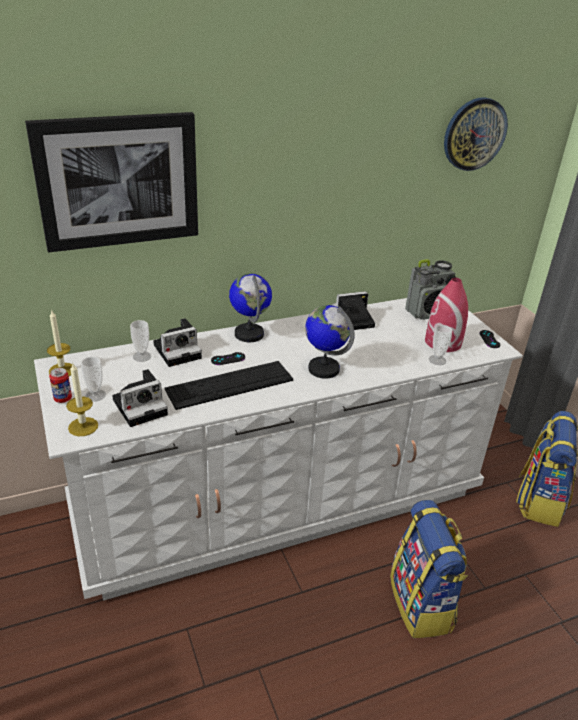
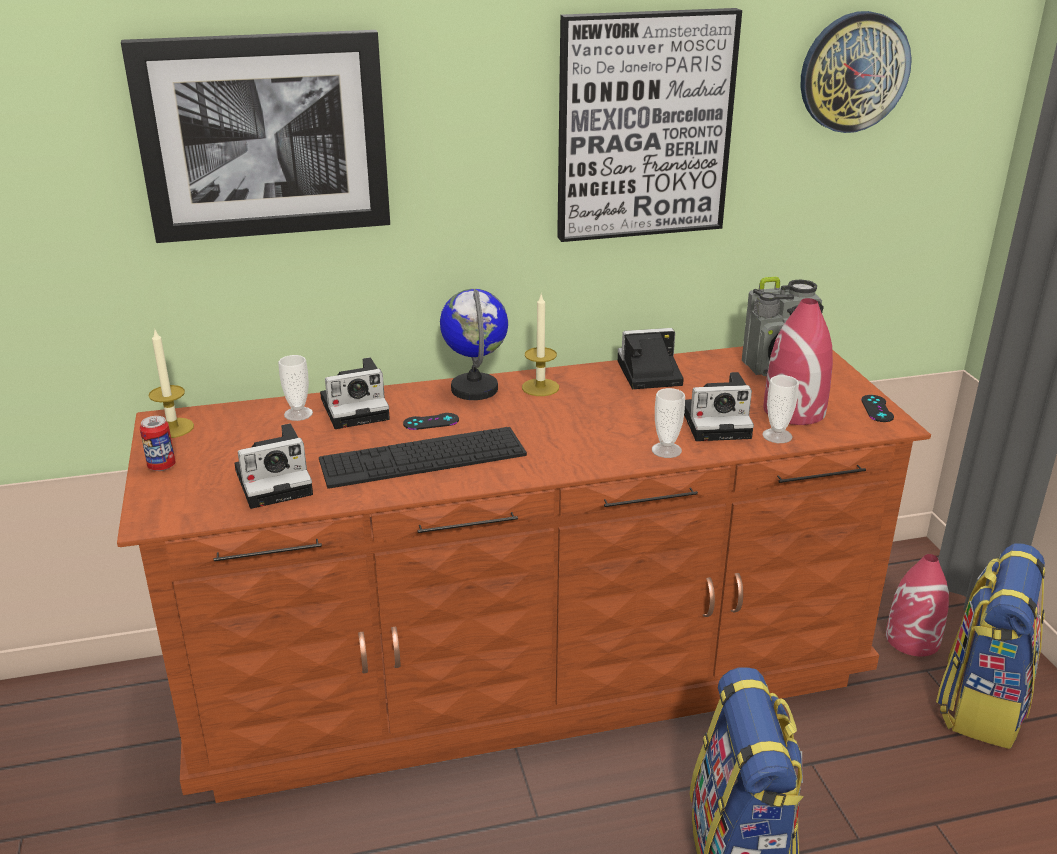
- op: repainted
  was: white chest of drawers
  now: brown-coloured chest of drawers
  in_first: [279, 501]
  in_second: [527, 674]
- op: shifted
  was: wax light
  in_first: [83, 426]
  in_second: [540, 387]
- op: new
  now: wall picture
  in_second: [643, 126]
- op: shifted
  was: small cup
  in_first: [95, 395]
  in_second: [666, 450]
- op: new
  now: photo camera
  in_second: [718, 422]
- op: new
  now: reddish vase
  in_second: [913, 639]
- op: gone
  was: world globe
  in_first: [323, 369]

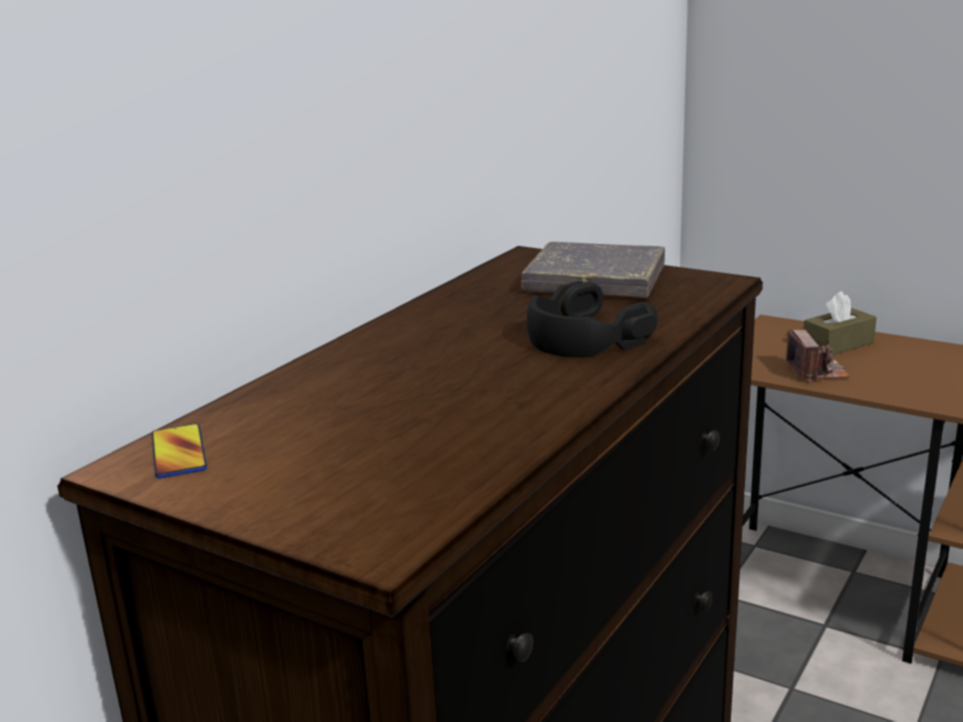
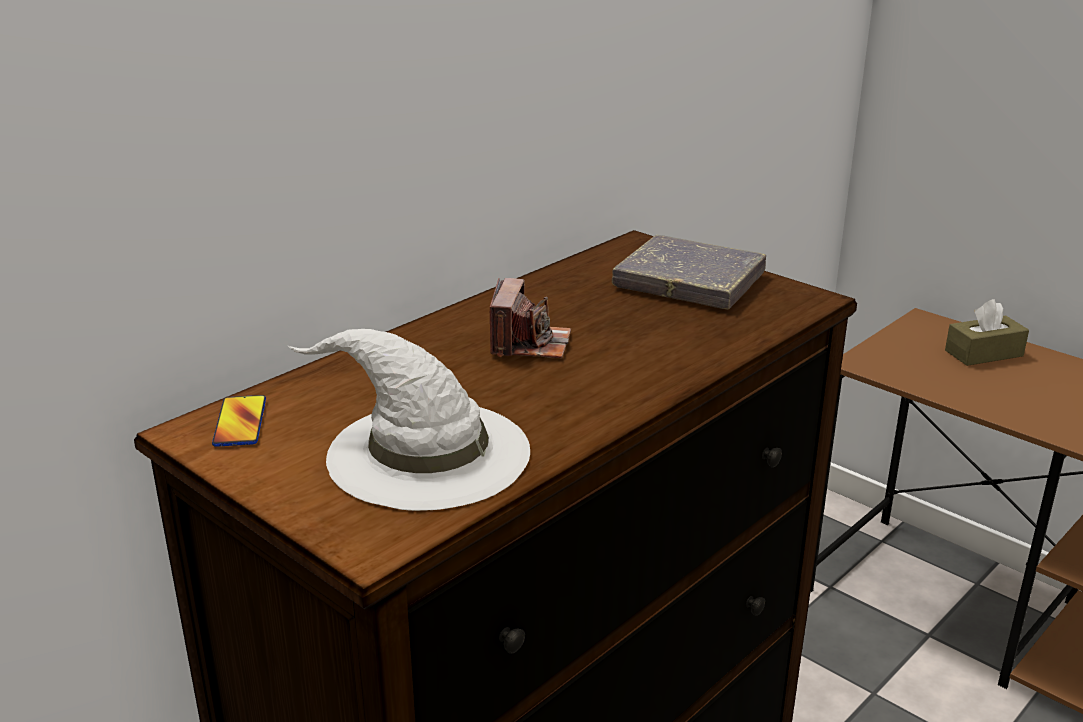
- op: new
  now: white clothing hat
  in_second: [425, 453]
- op: shifted
  was: photo camera
  in_first: [816, 372]
  in_second: [529, 344]
- op: gone
  was: black headset
  in_first: [584, 337]

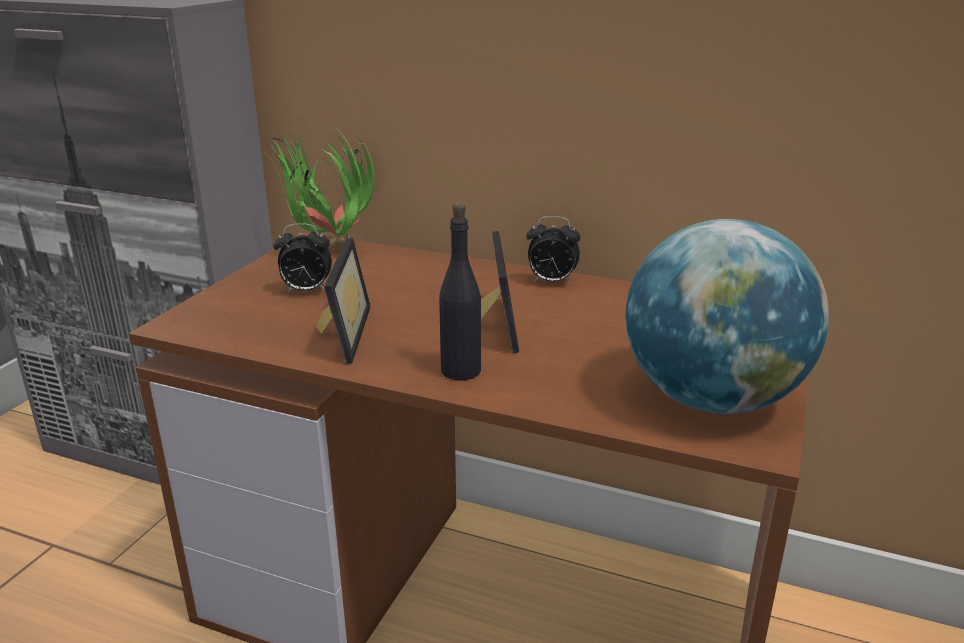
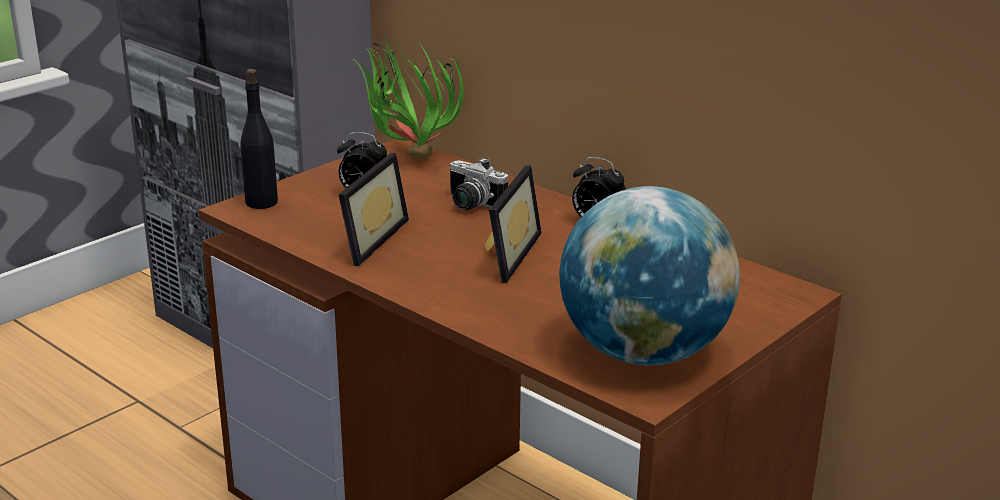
- op: shifted
  was: black bottle
  in_first: [460, 370]
  in_second: [261, 202]
- op: new
  now: photo camera
  in_second: [470, 205]

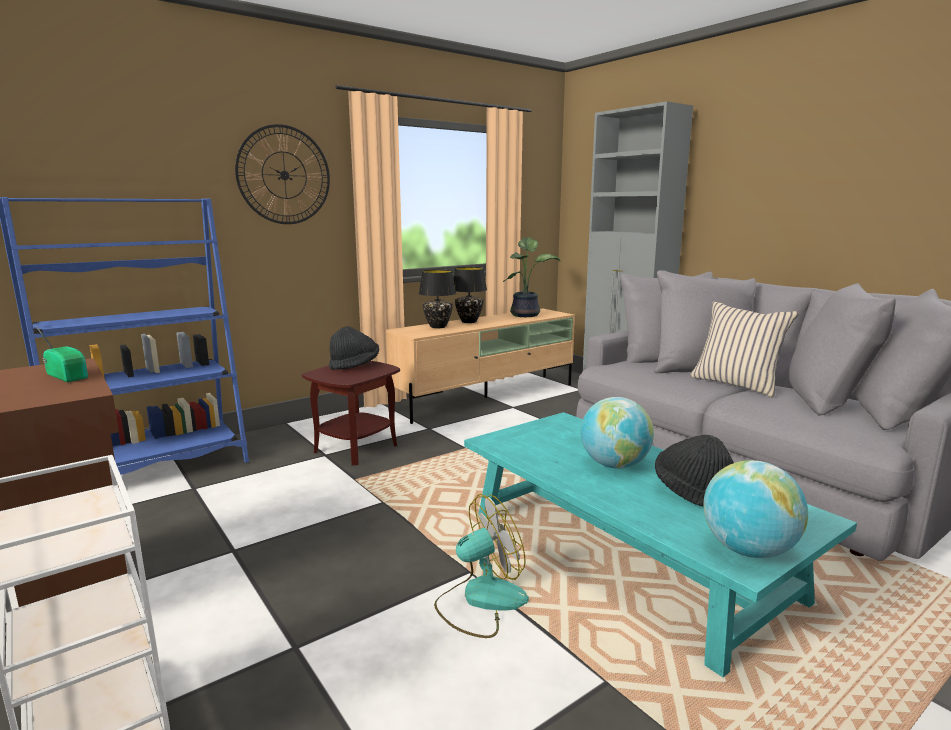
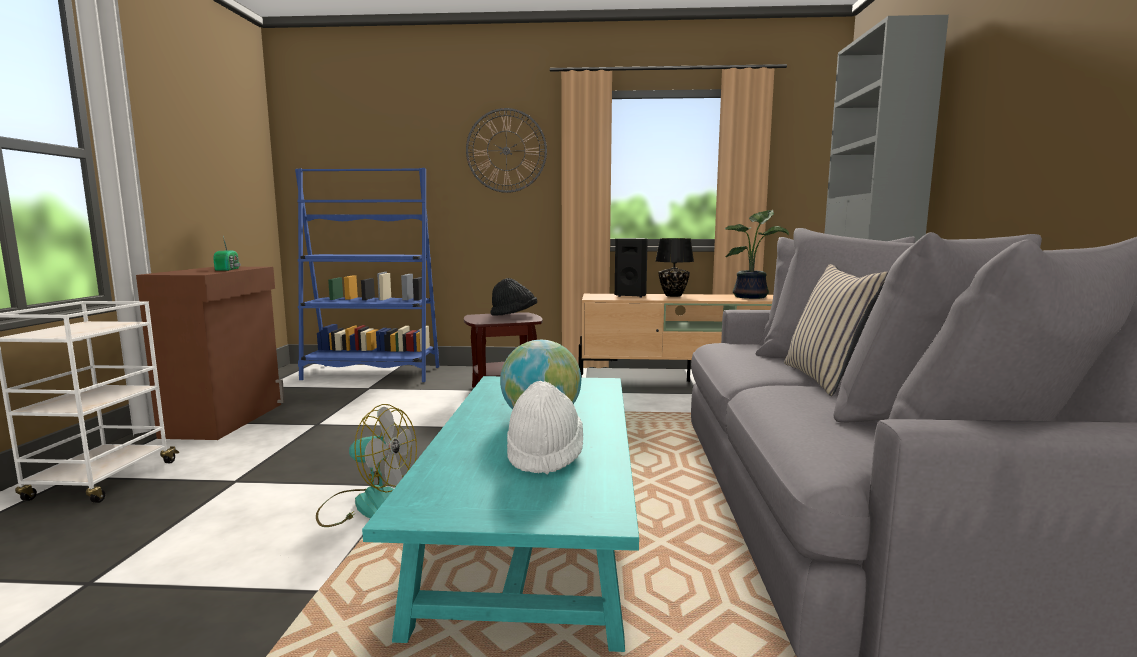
- op: repainted
  was: black clothing hat
  now: white clothing hat
  in_first: [693, 492]
  in_second: [544, 455]
- op: swapped
  was: black tabletop lamp
  now: black speaker
  in_first: [438, 326]
  in_second: [631, 296]
- op: gone
  was: world globe
  in_first: [748, 550]

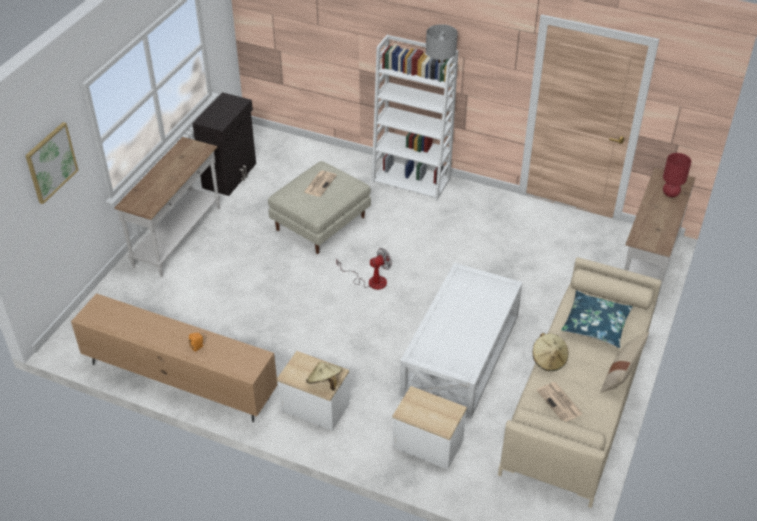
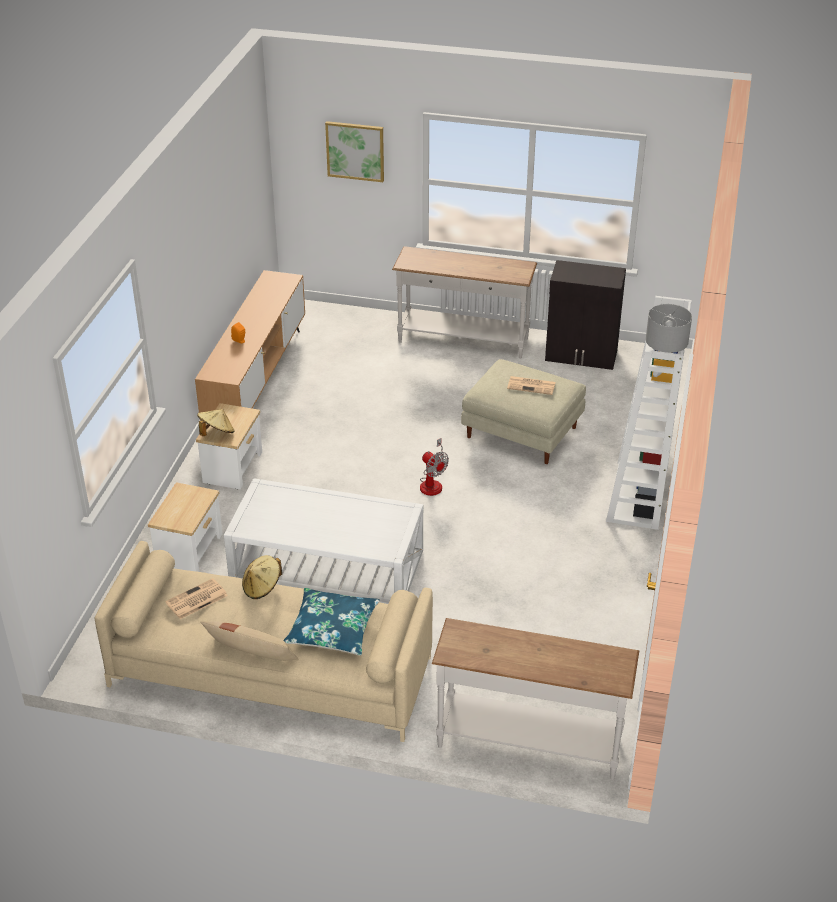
- op: gone
  was: reddish tabletop lamp
  in_first: [670, 194]

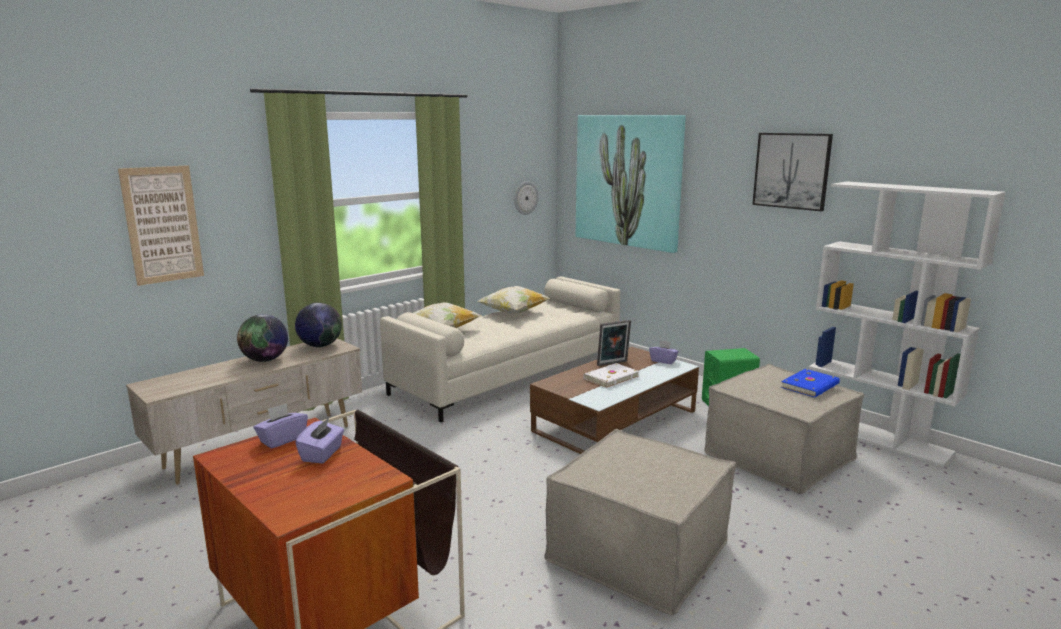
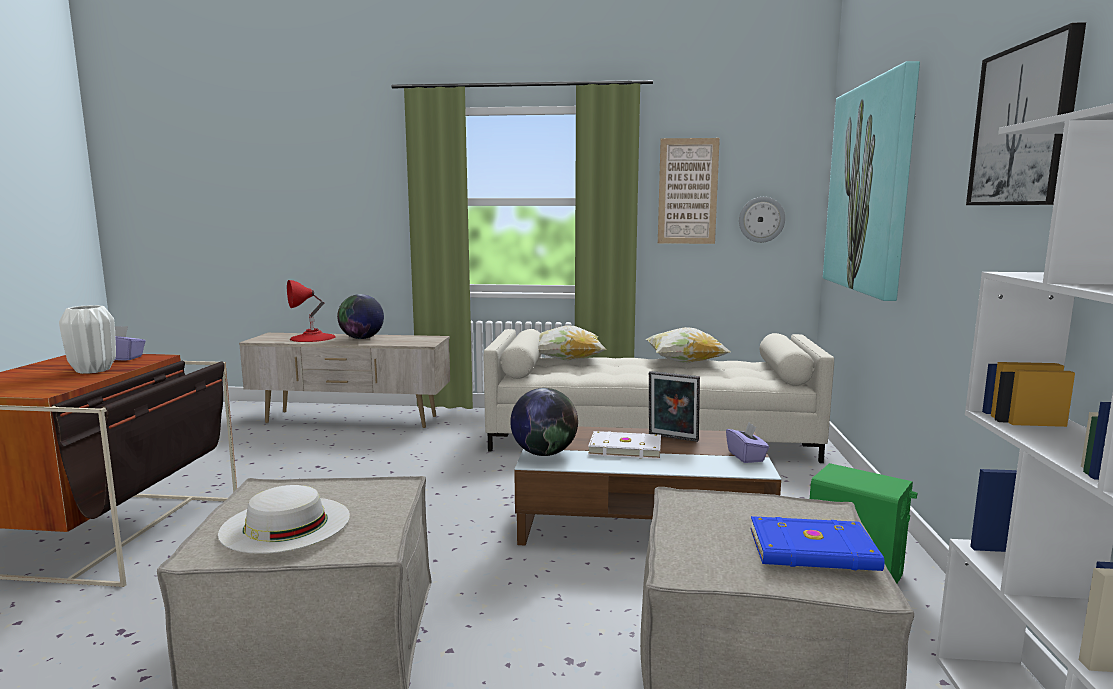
- op: swapped
  was: purplish tissue holder
  now: white vase
  in_first: [322, 454]
  in_second: [94, 370]
- op: new
  now: white clothing hat
  in_second: [286, 524]
- op: new
  now: reddish tabletop lamp
  in_second: [312, 338]
- op: shifted
  was: world globe
  in_first: [320, 346]
  in_second: [544, 453]
- op: shifted
  was: wall picture
  in_first: [162, 224]
  in_second: [687, 191]

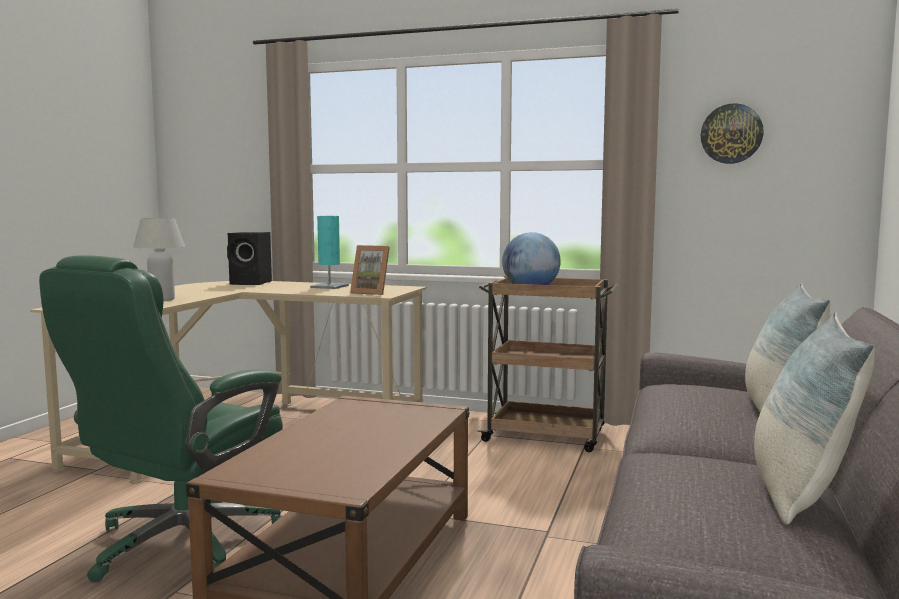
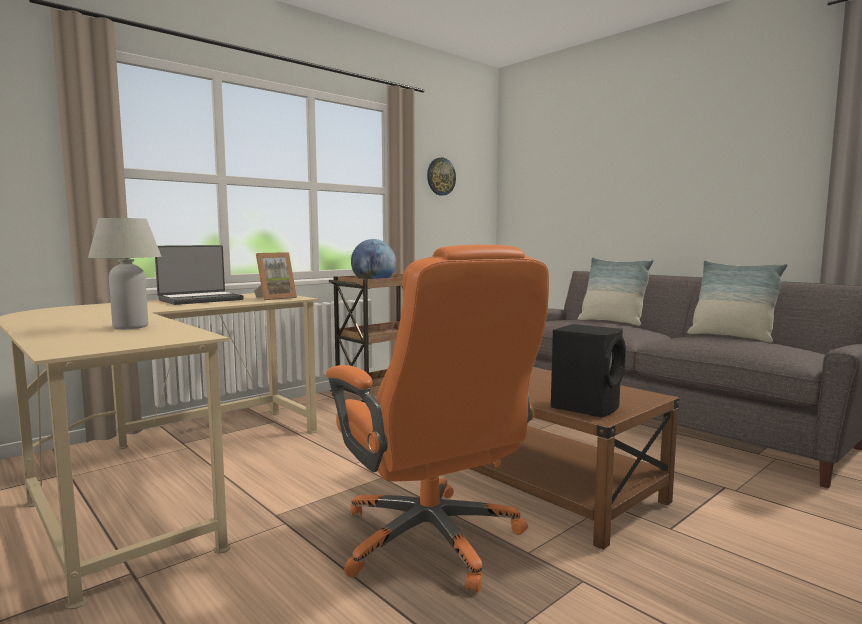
- op: swapped
  was: turquoise-coloured tabletop lamp
  now: laptop
  in_first: [329, 286]
  in_second: [200, 300]
- op: repainted
  was: greenish office chair
  now: orangey office chair
  in_first: [180, 544]
  in_second: [432, 540]
- op: shifted
  was: black speaker
  in_first: [252, 283]
  in_second: [587, 406]

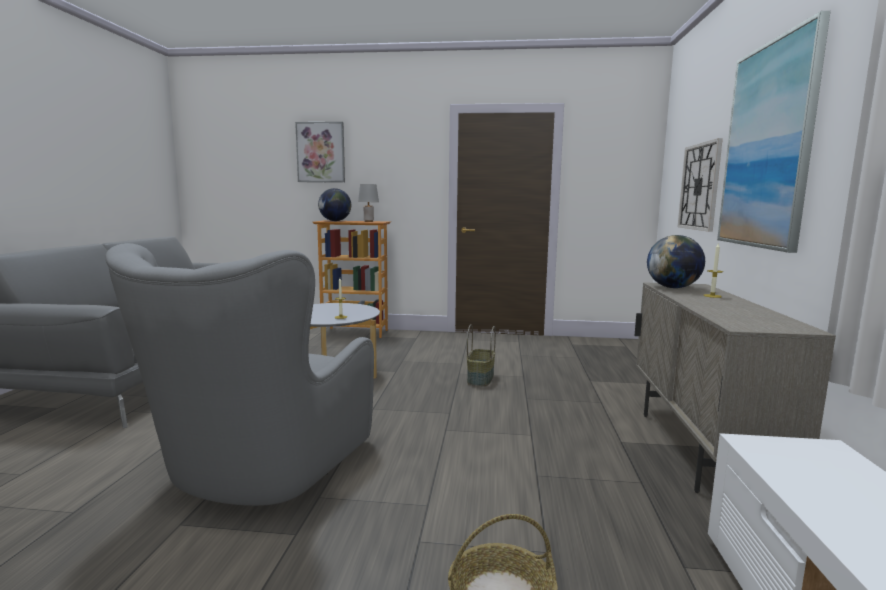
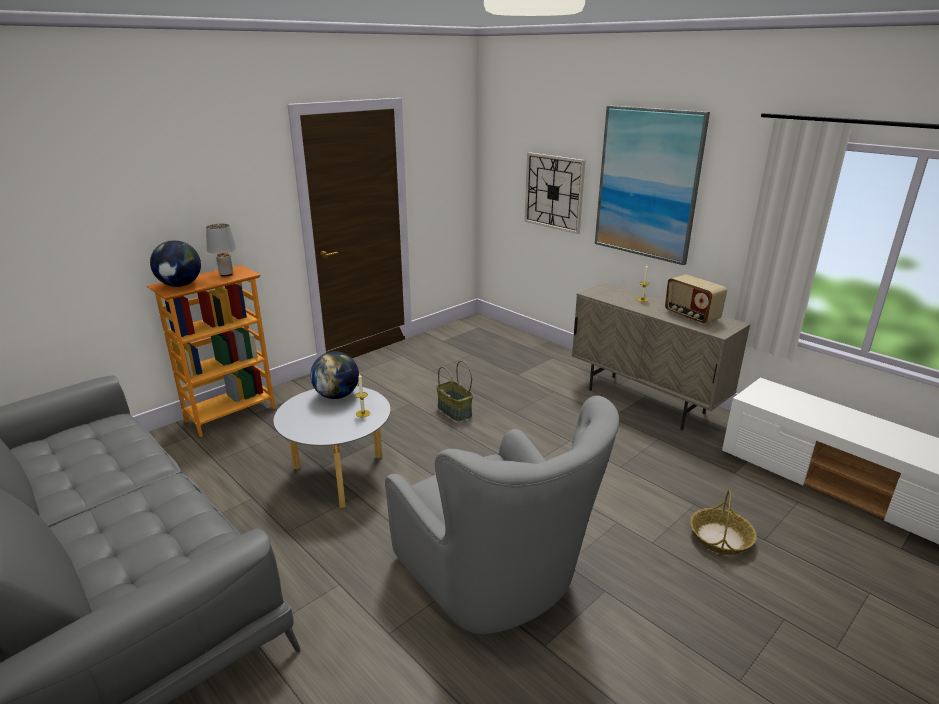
- op: shifted
  was: world globe
  in_first: [673, 287]
  in_second: [337, 395]
- op: new
  now: radio
  in_second: [691, 316]
- op: gone
  was: wall picture
  in_first: [321, 152]

